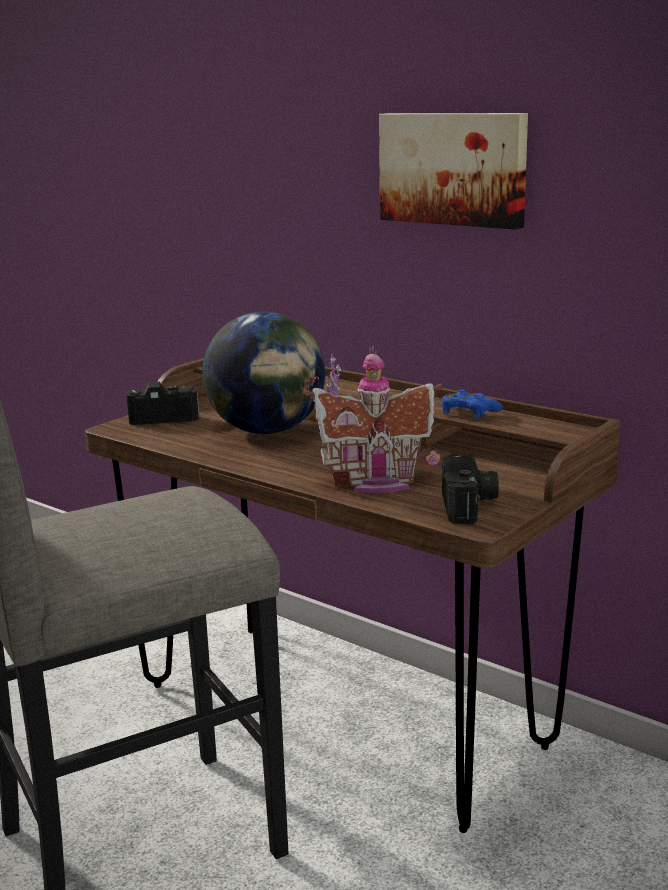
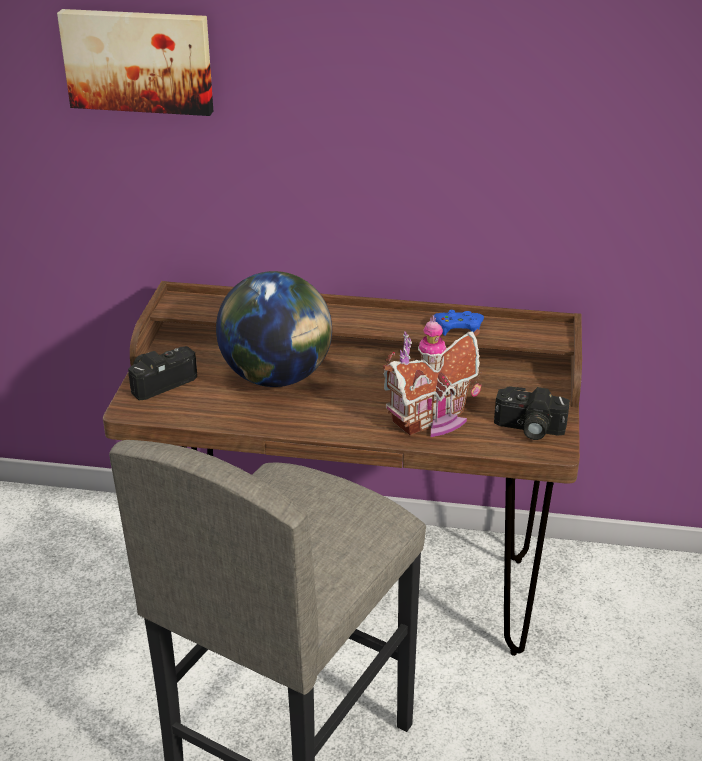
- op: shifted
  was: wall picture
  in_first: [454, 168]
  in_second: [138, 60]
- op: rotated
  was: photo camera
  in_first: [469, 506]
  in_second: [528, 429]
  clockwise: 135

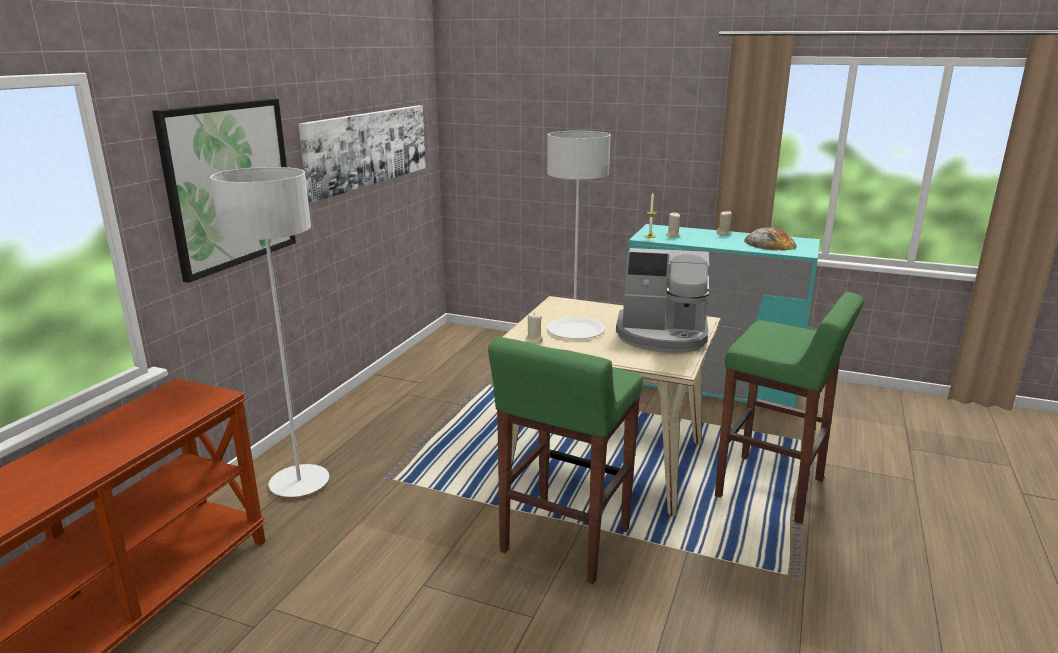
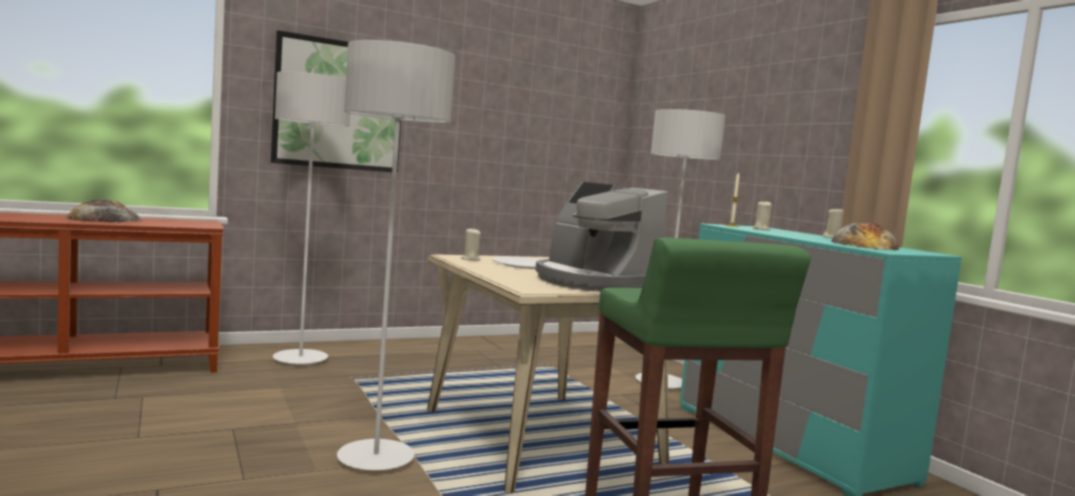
- op: new
  now: bread
  in_second: [104, 219]
- op: swapped
  was: greenish stool
  now: grey standard lamp
  in_first: [564, 541]
  in_second: [375, 458]
- op: gone
  was: wall picture
  in_first: [368, 148]

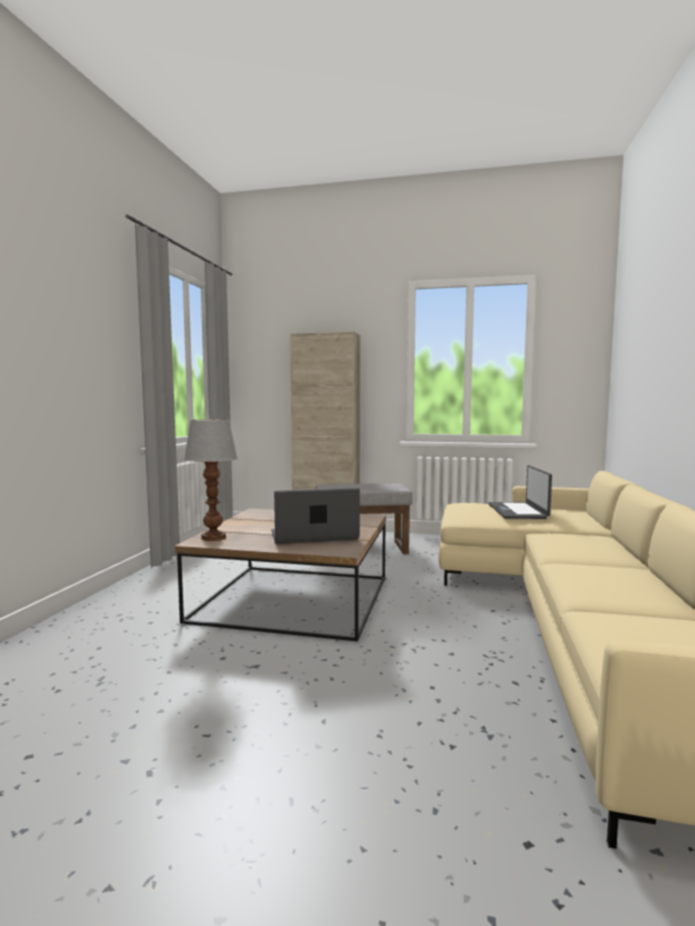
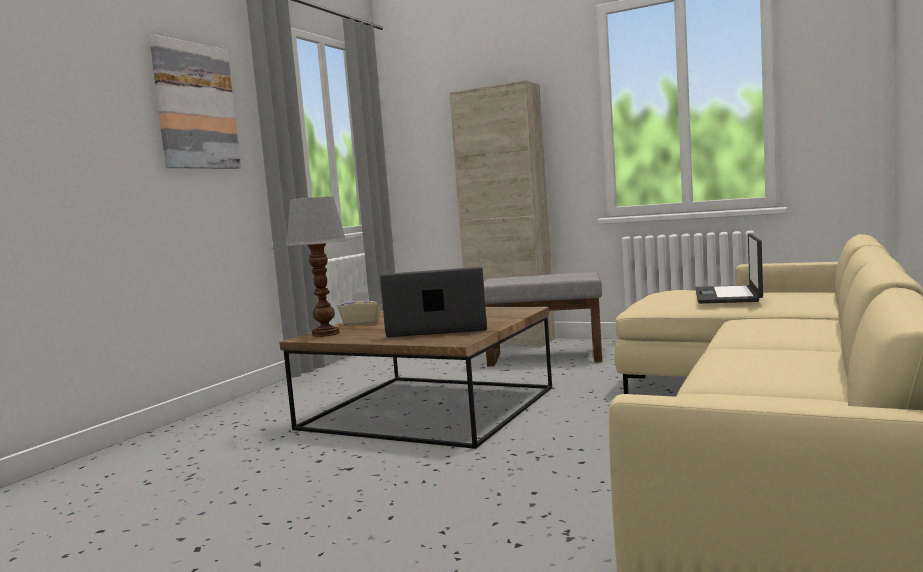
- op: new
  now: wall picture
  in_second: [195, 106]
- op: new
  now: beige tissue holder
  in_second: [361, 323]

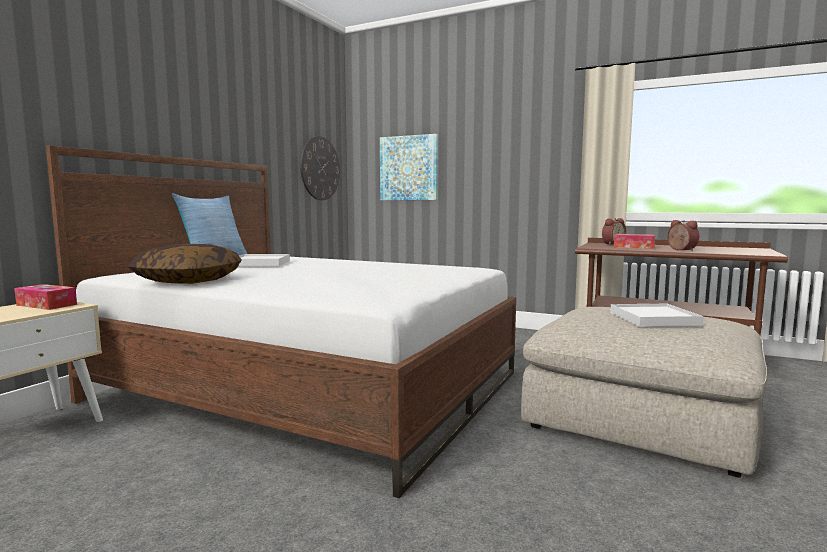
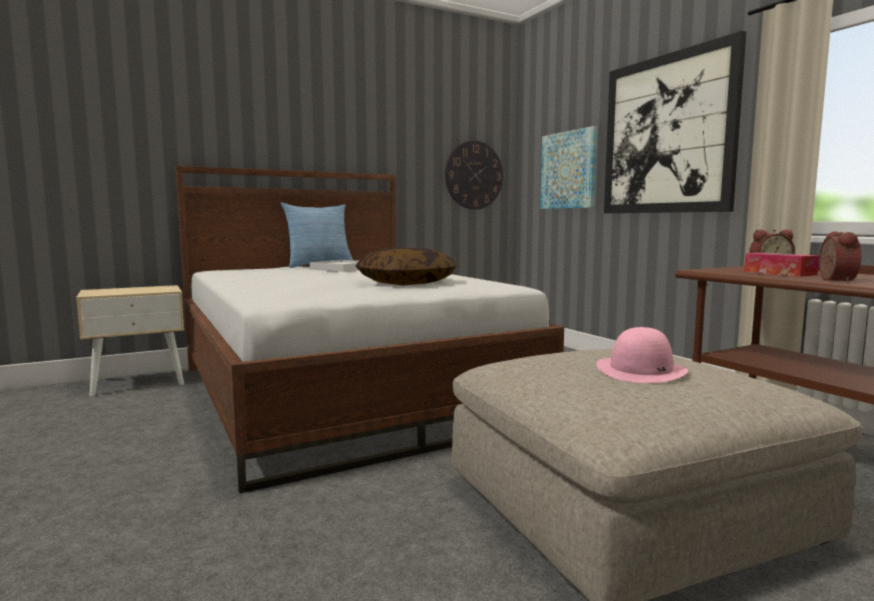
- op: shifted
  was: throw pillow
  in_first: [189, 281]
  in_second: [406, 283]
- op: swapped
  was: white serving tray
  now: pinkish clothing hat
  in_first: [654, 319]
  in_second: [641, 370]
- op: new
  now: wall picture
  in_second: [667, 134]
- op: gone
  was: tissue holder
  in_first: [46, 305]

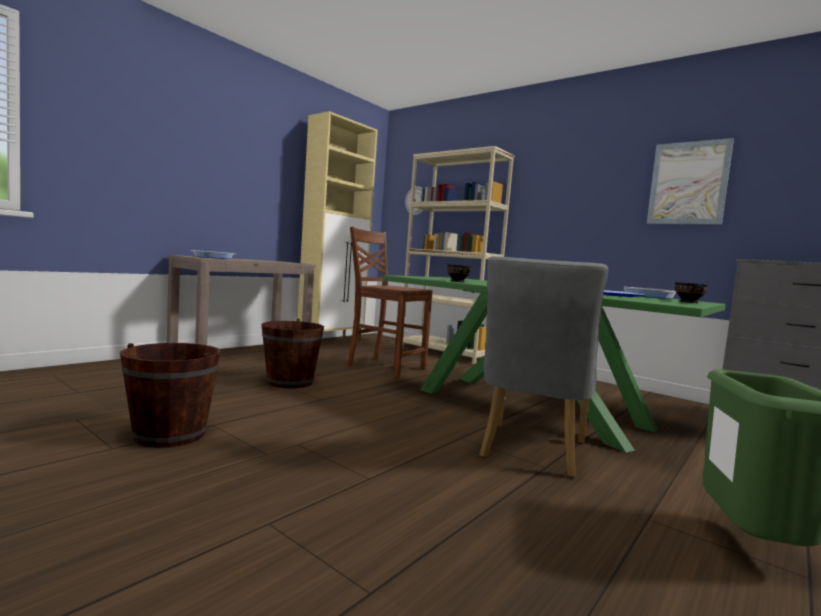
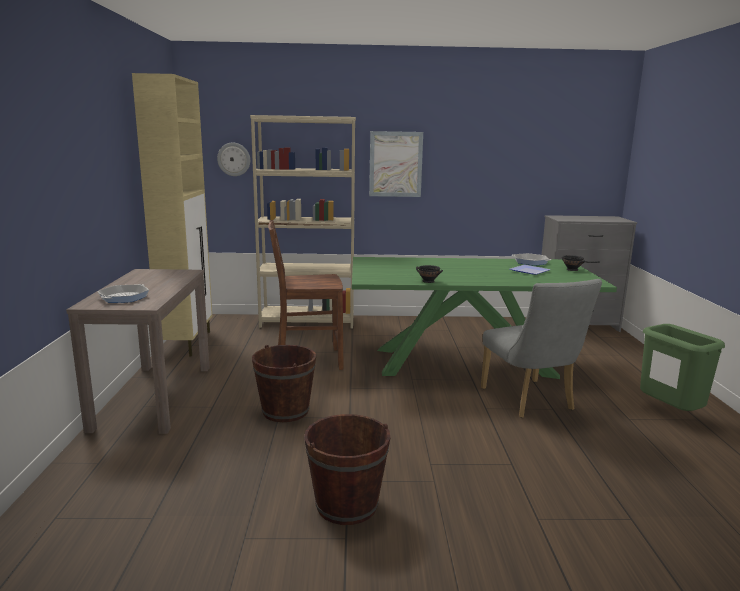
- op: shifted
  was: wall picture
  in_first: [688, 183]
  in_second: [395, 164]

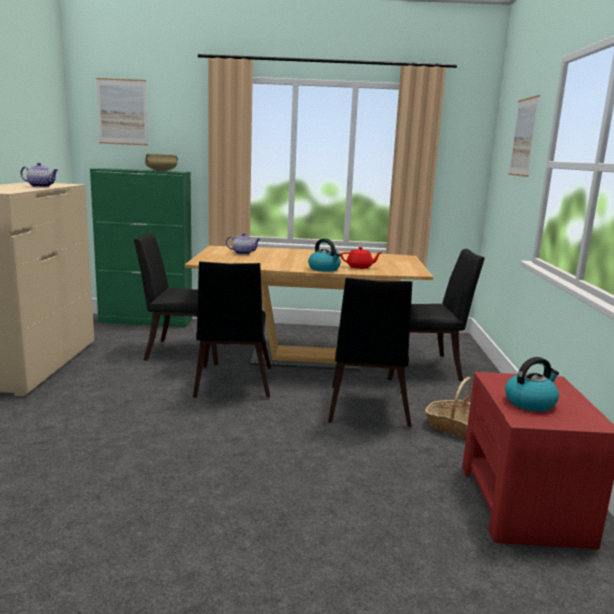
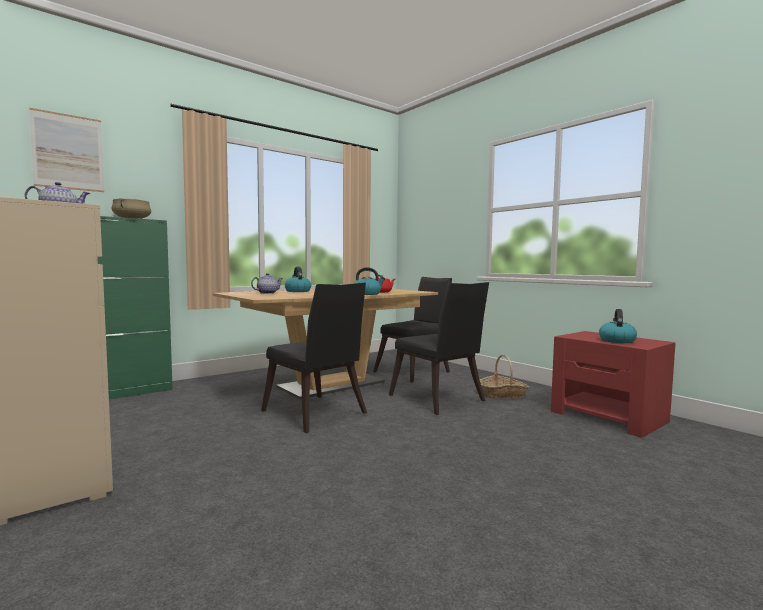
- op: new
  now: tea kettle
  in_second: [297, 291]
- op: gone
  was: black chair
  in_first: [182, 351]
- op: gone
  was: wall picture
  in_first: [523, 137]

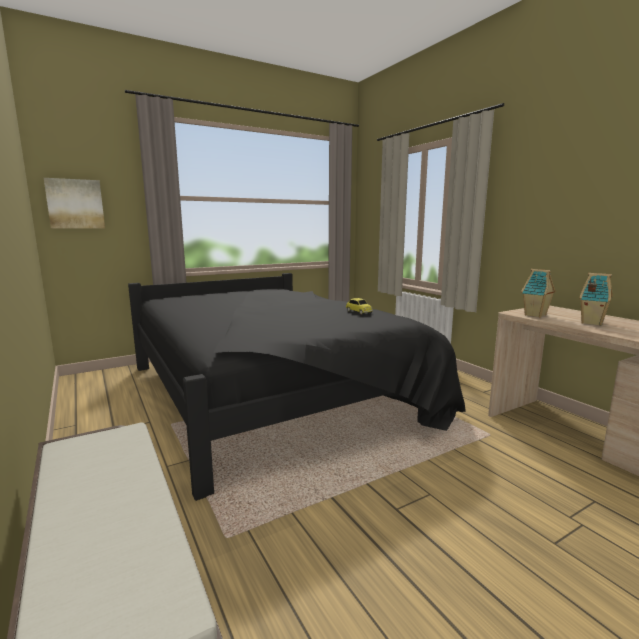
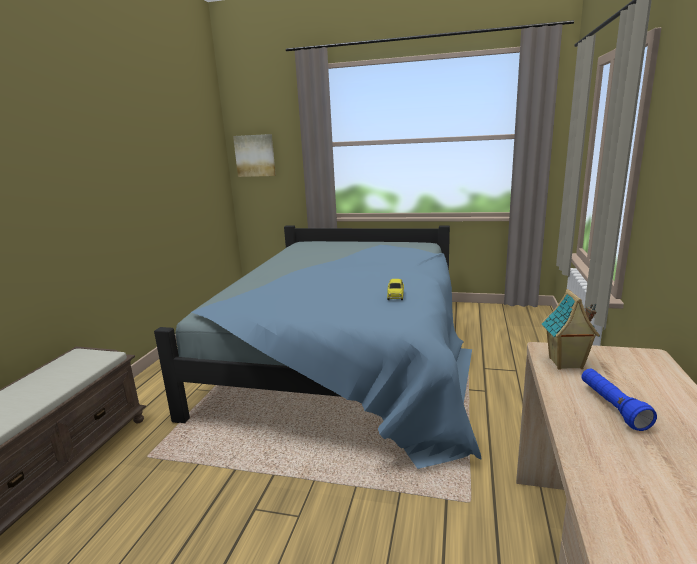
- op: repainted
  was: black bed
  now: blue-coloured bed
  in_first: [274, 392]
  in_second: [348, 356]
- op: swapped
  was: model house
  now: blue-coloured torch
  in_first: [591, 322]
  in_second: [612, 407]

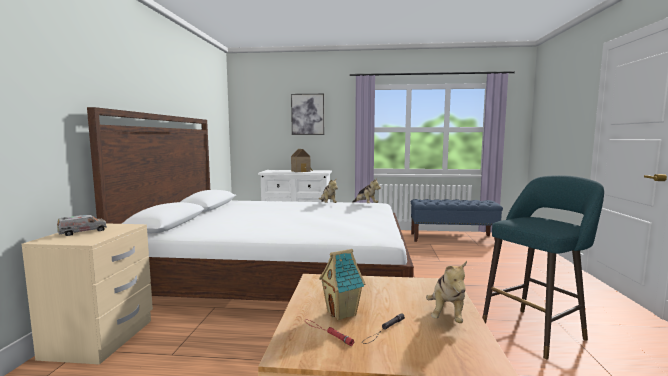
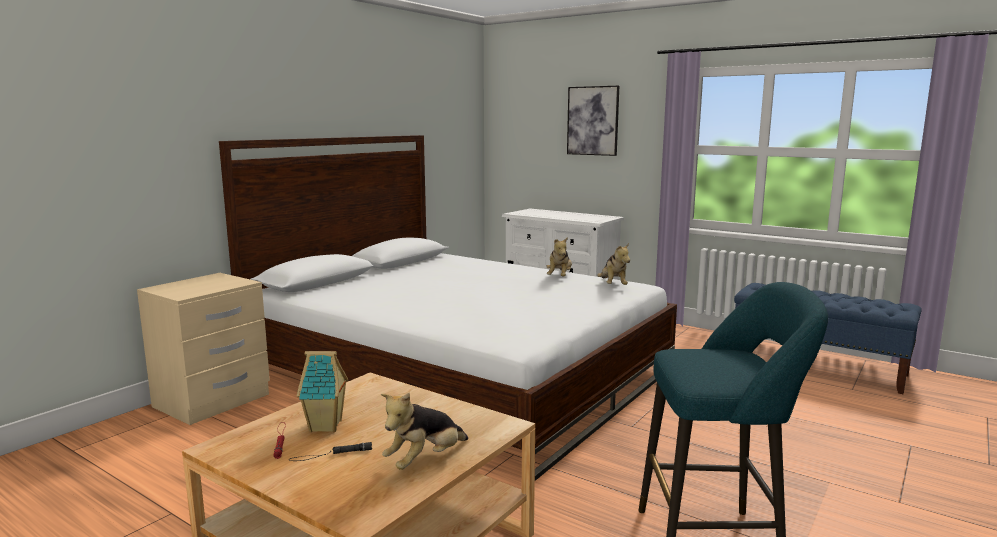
- op: gone
  was: model truck
  in_first: [82, 232]
- op: gone
  was: model house
  in_first: [301, 171]

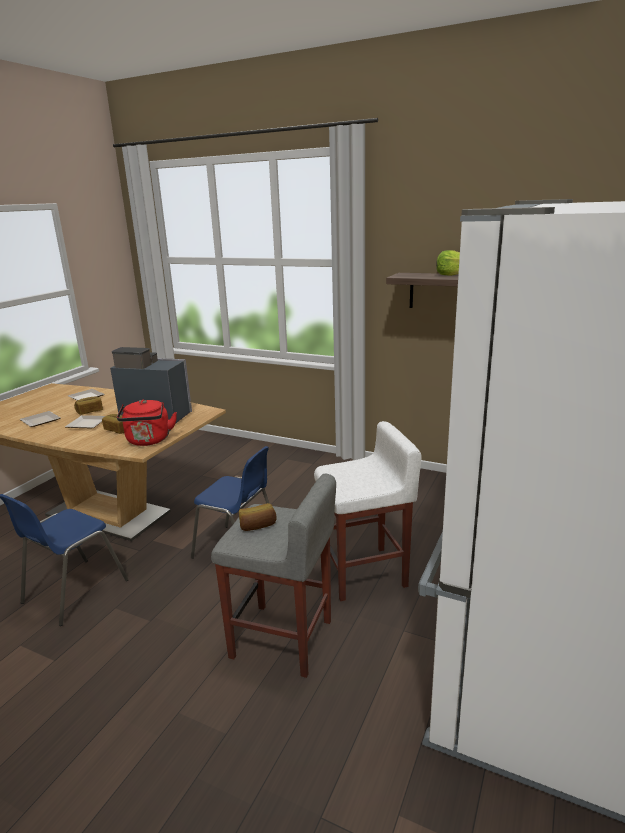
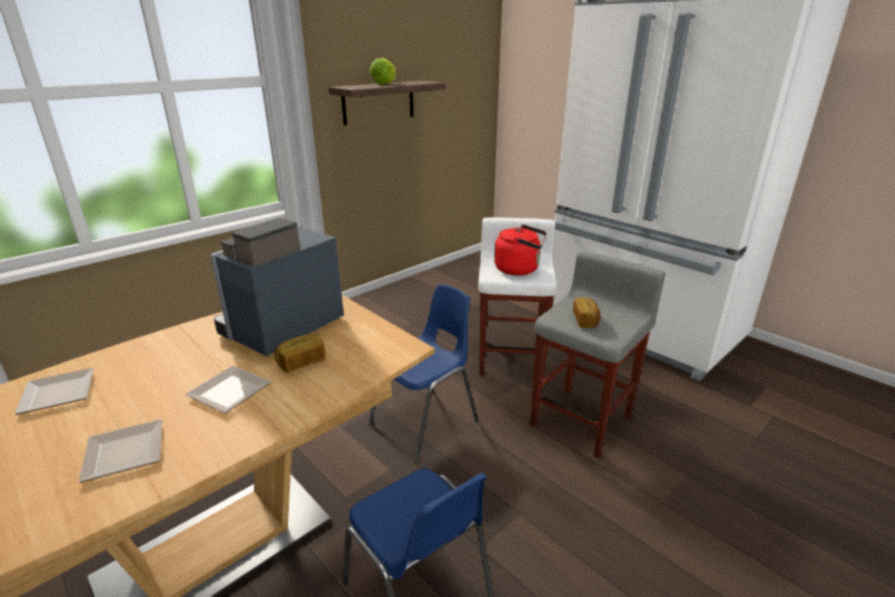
- op: shifted
  was: reddish tea kettle
  in_first: [148, 441]
  in_second: [519, 269]
- op: gone
  was: bread
  in_first: [90, 411]

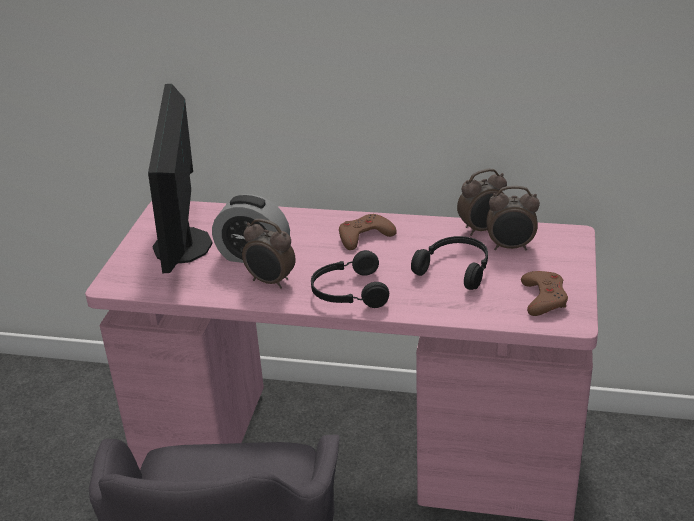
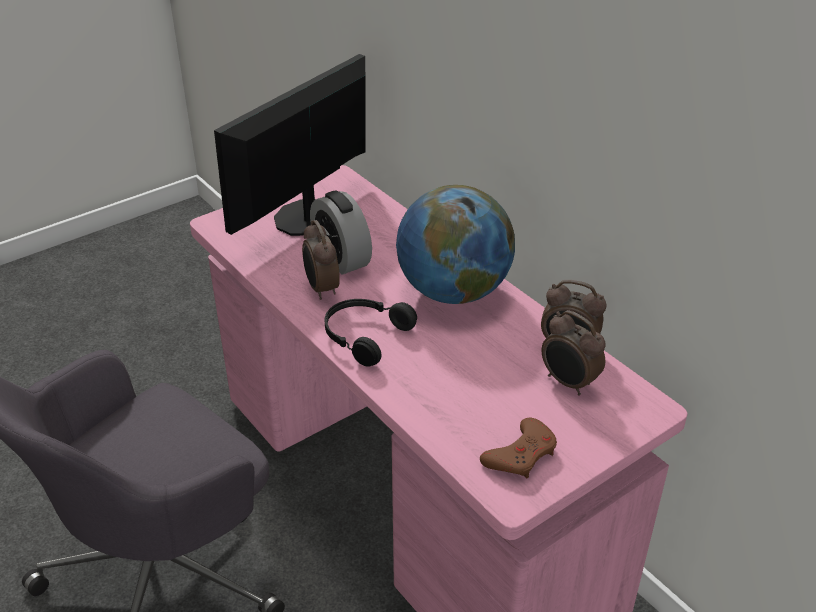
- op: swapped
  was: brown-coloured gamepad
  now: world globe
  in_first: [364, 236]
  in_second: [453, 291]
- op: gone
  was: black headset
  in_first: [456, 269]

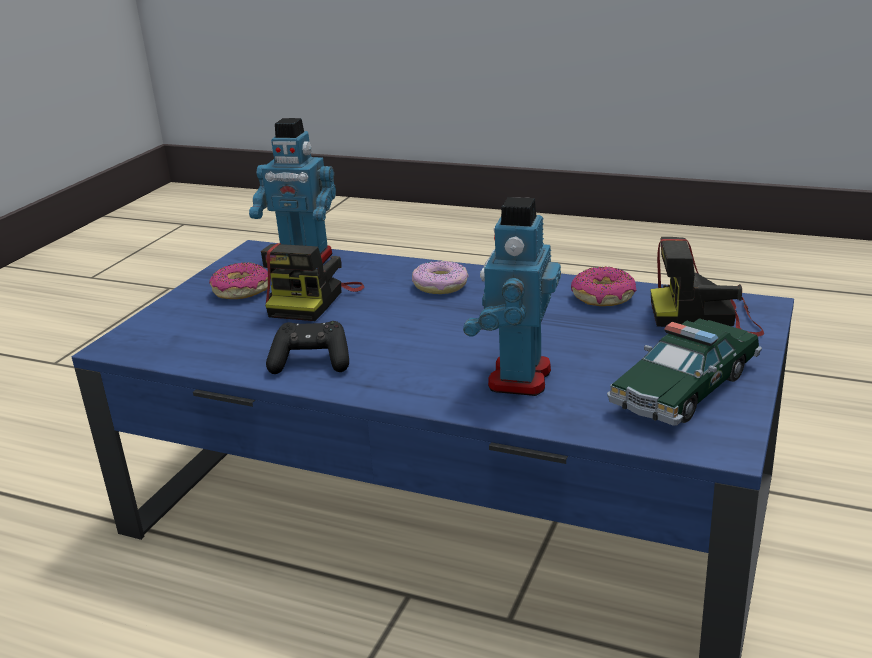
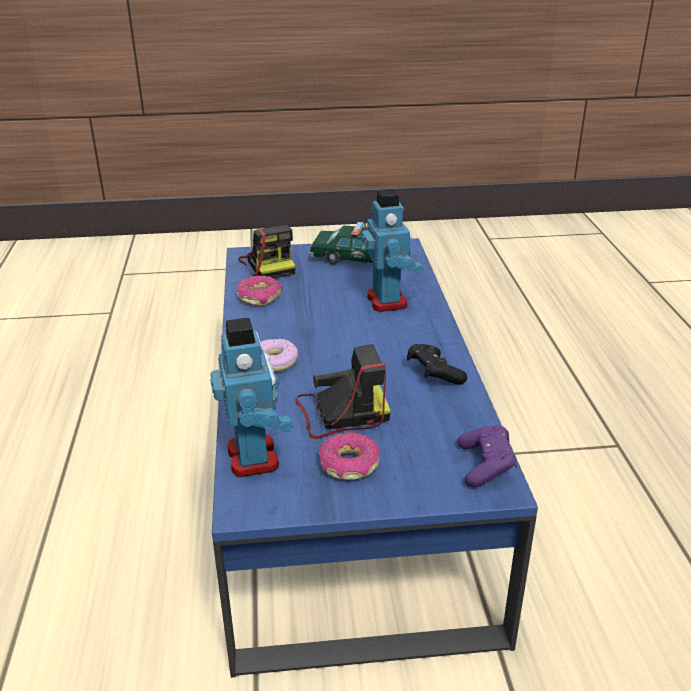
- op: rotated
  was: model robot
  in_first: [517, 378]
  in_second: [388, 301]
  clockwise: -90
- op: new
  now: purplish gamepad
  in_second: [485, 466]

